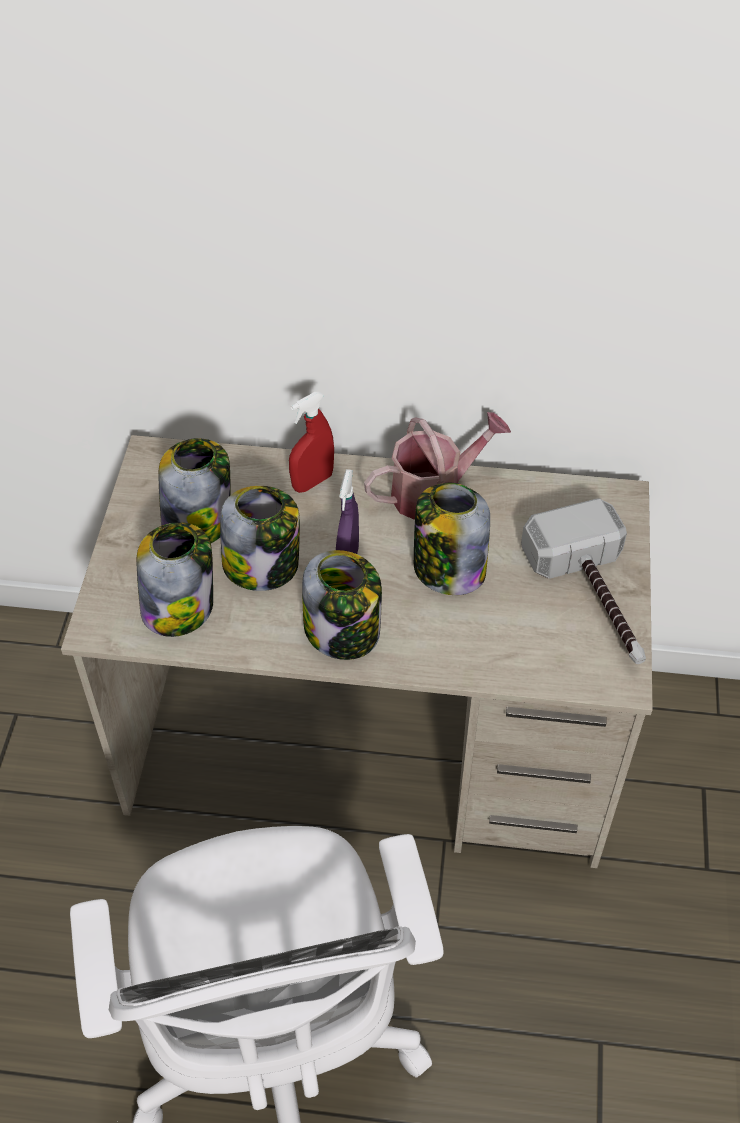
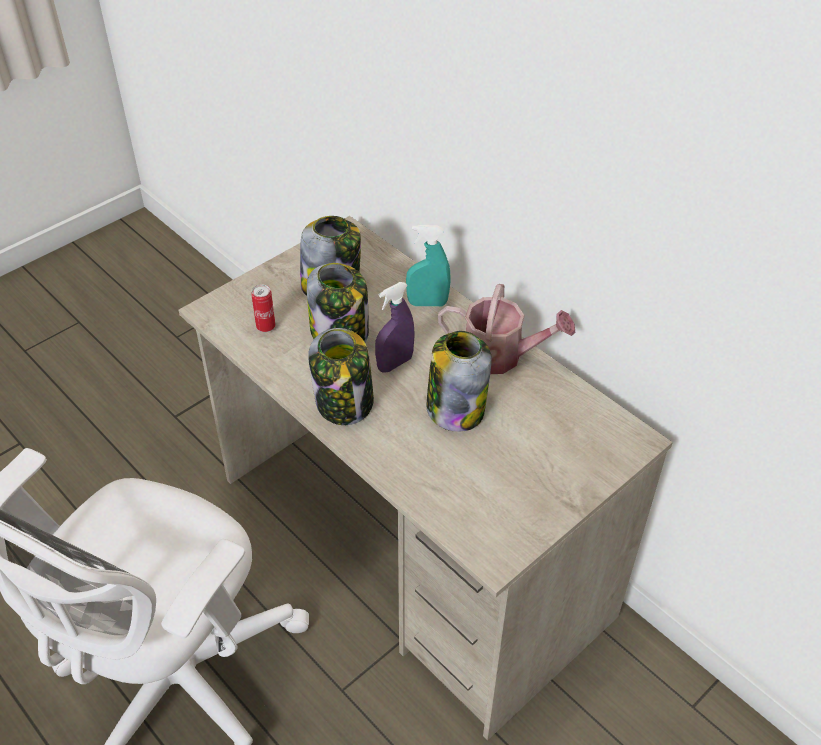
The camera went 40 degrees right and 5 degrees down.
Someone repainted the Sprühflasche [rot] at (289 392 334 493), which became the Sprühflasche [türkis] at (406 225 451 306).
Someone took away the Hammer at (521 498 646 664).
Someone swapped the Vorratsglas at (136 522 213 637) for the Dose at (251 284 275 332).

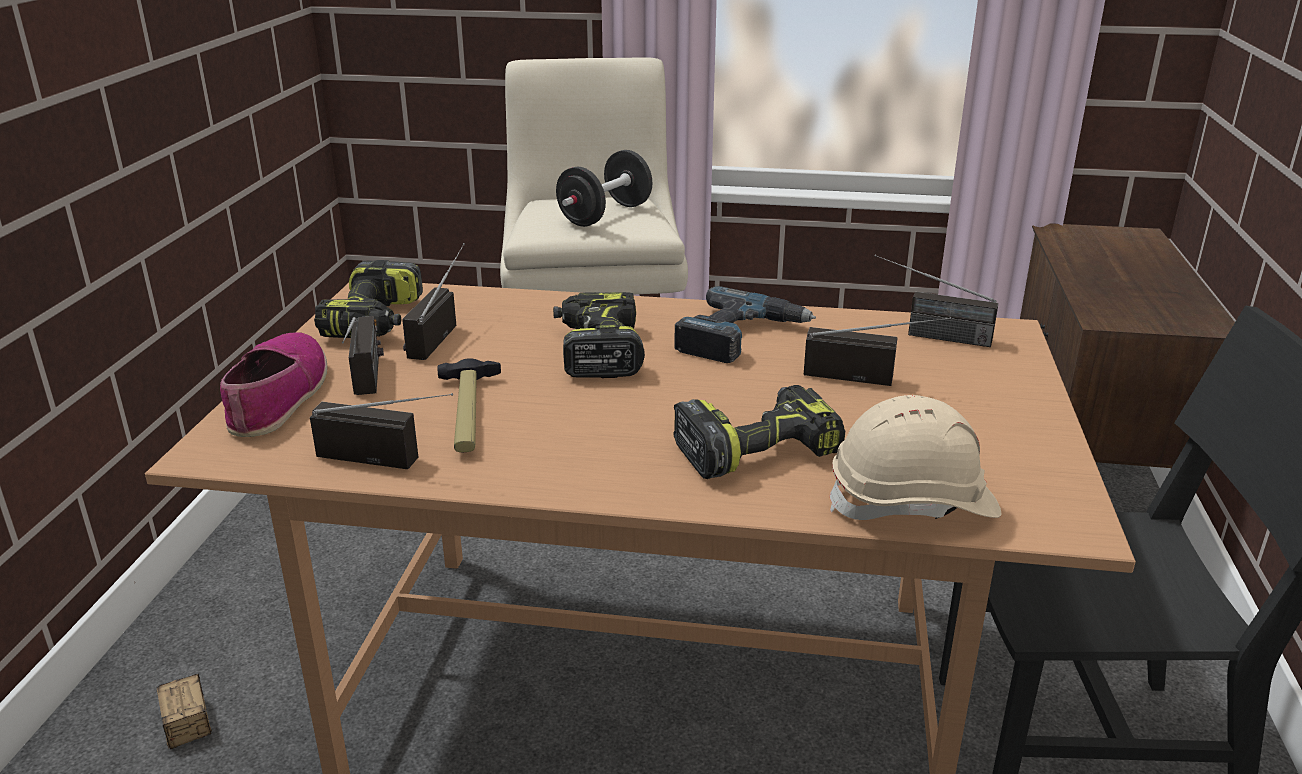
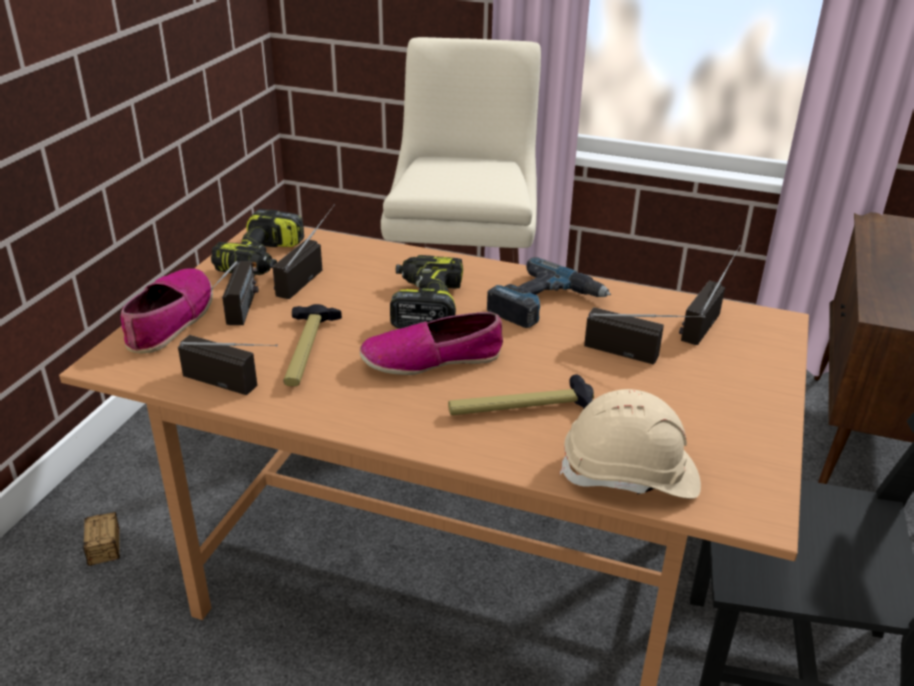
The camera went 10 degrees right and 5 degrees up.
Someone took away the Hantel [schwarz] at (556 150 652 227).
Someone rotated the Radio at (875 255 998 347) by 90 degrees clockwise.
Someone swapped the Bohrmaschine at (673 385 845 479) for the Hammer at (448 374 594 415).
Someone put down the Schuh at (360 312 503 375).

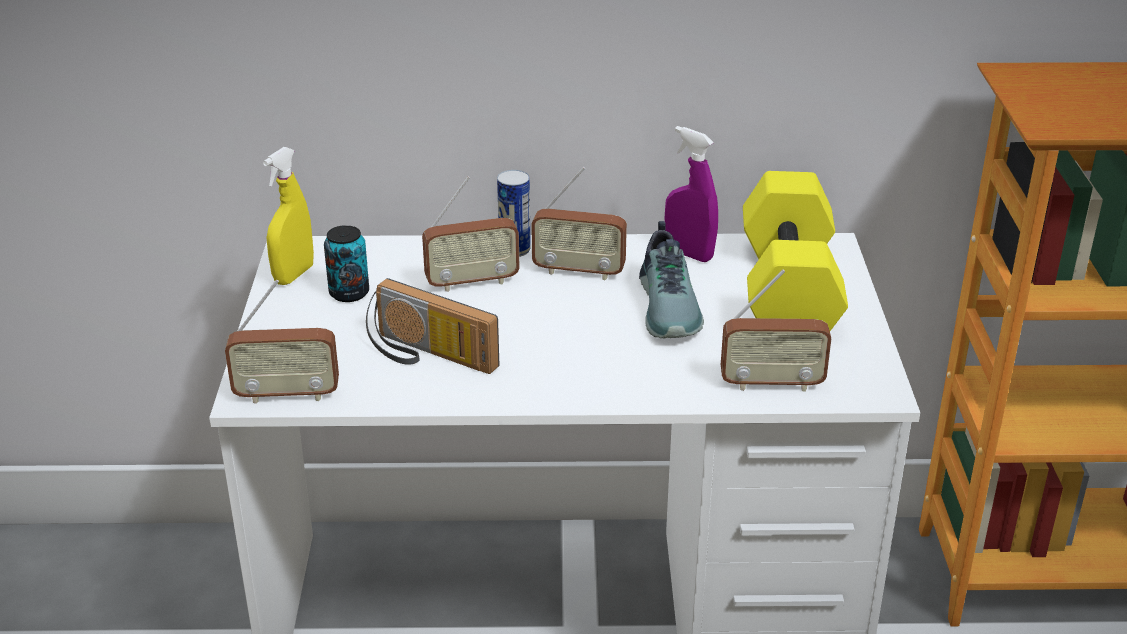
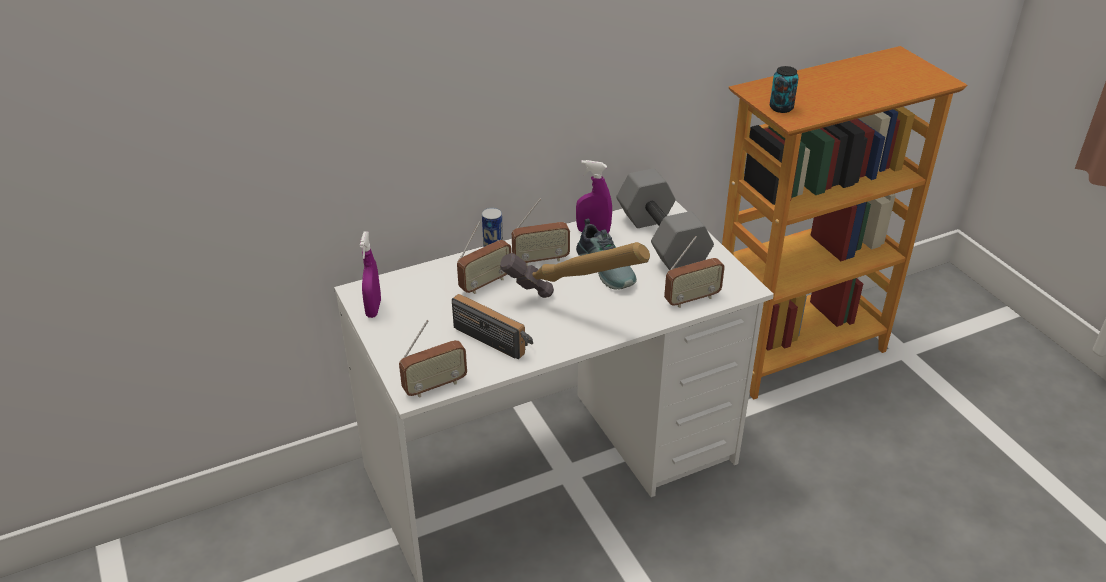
The camera went 25 degrees left and 5 degrees up.
Someone repainted the Sprühflasche [gelb] at (263 147 314 285), which became the Sprühflasche [lila] at (360 231 381 318).
Someone repainted the Hantel [gelb] at (743 171 848 331), which became the Hantel [grau] at (616 168 714 270).
Someone carried the Dose from (324 225 369 302) to (770 66 799 113).
Someone rotated the Radio at (366 278 499 374) by 150 degrees counterclockwise.
Someone put down the Hammer at (500 242 650 298).

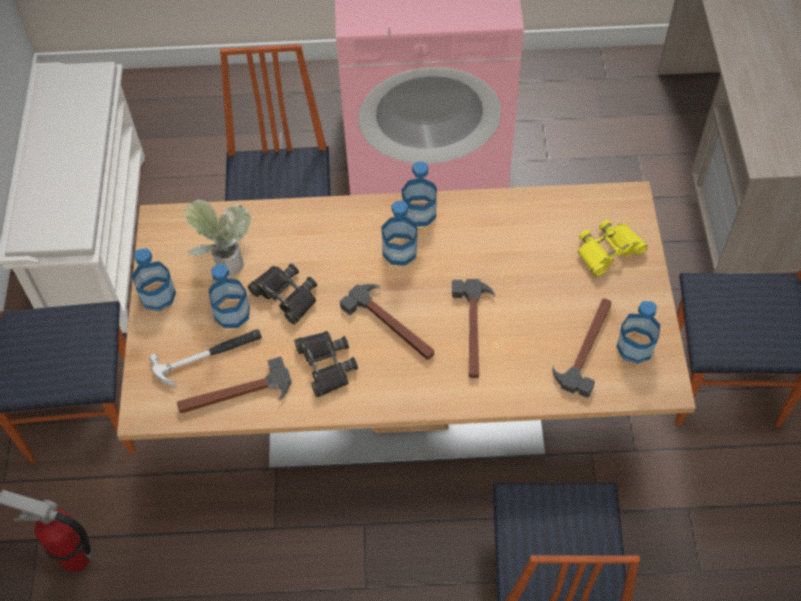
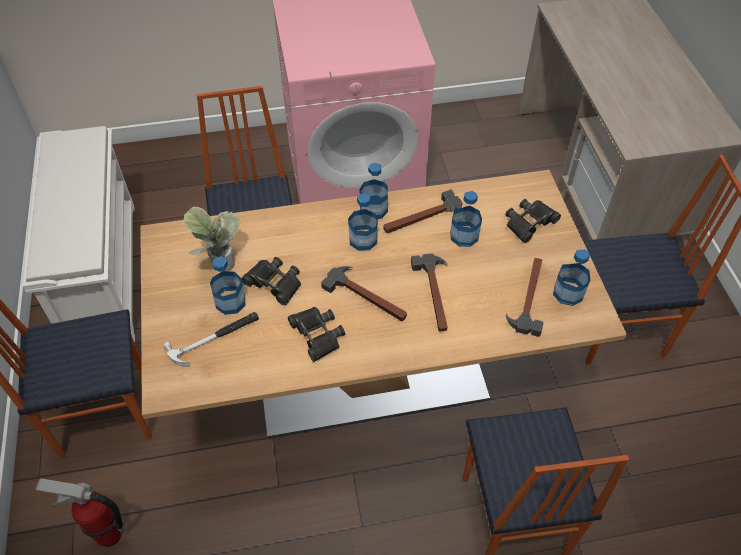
The camera went 10 degrees left and 5 degrees down.
Someone repainted the Fernglas [gelb] at (578 220 648 277), which became the Fernglas [schwarz] at (505 199 561 243).
Someone carried the Flasche from (132 248 176 311) to (451 191 482 247).
Someone carried the Hammer from (177 357 291 414) to (383 189 463 234).

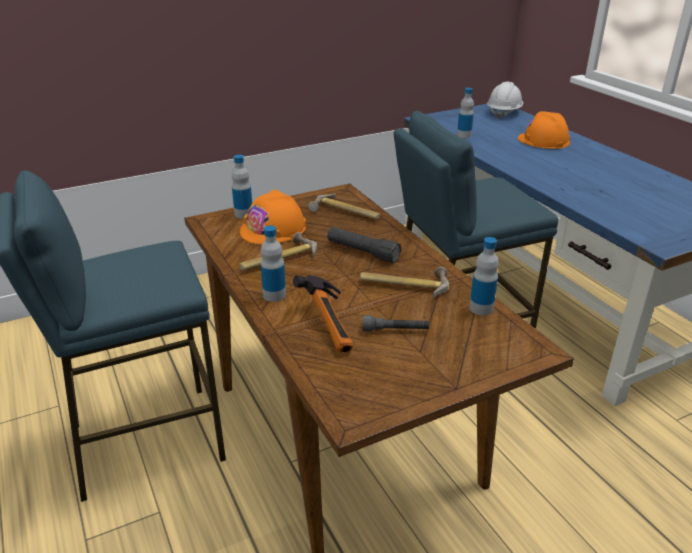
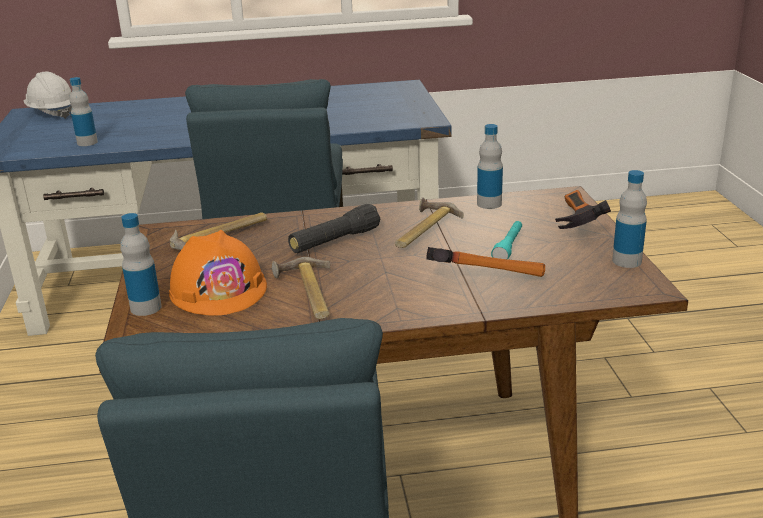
The camera went 70 degrees left and 5 degrees down.
Someone took away the Schutzhelm [orange] at (518 111 570 149).
Someone carried the Flasche from (261 225 286 302) to (612 170 647 268).
Someone repainted the Taschenlampe [grau] at (362 315 429 332), which became the Taschenlampe [türkis] at (491 221 522 259).
Someone put down the Hammer at (555 190 611 229).

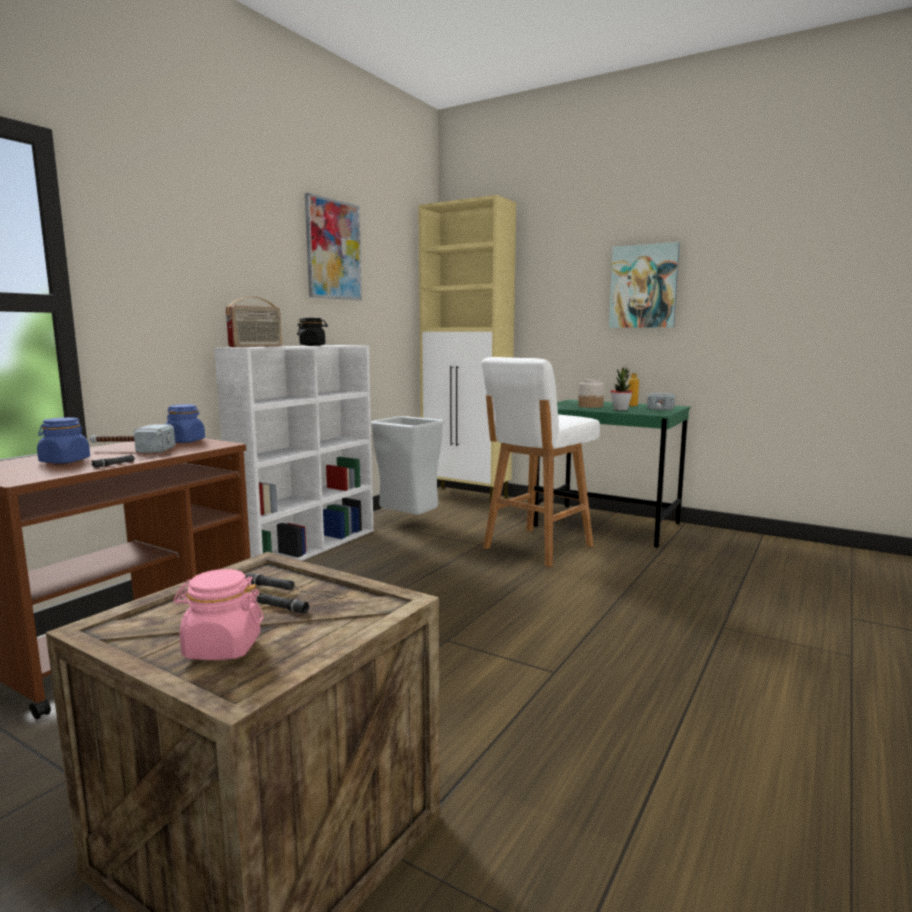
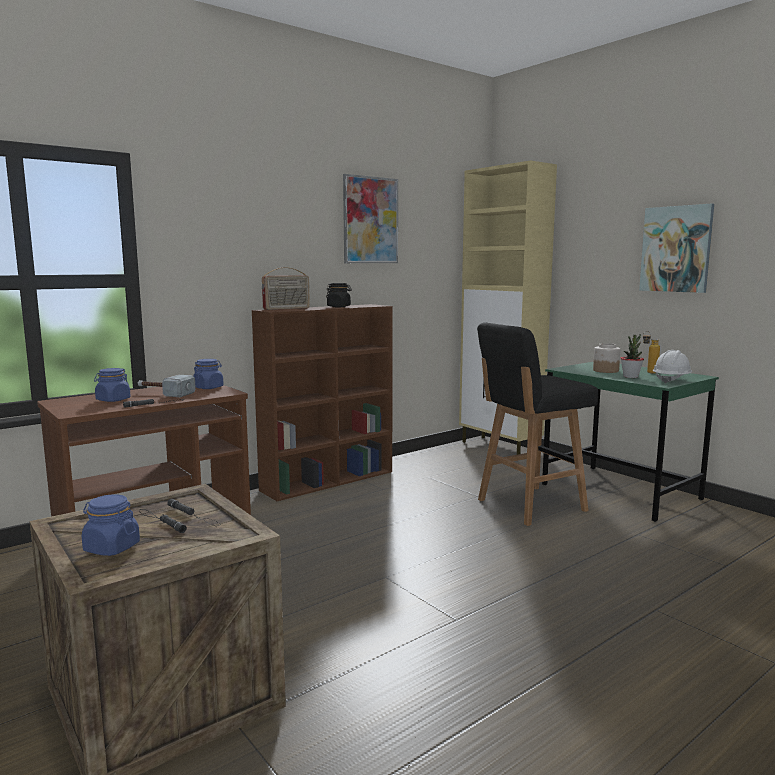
The camera went 20 degrees right and 0 degrees up.
Someone repainted the Bücherregal [weiß] at (214 345 374 561), which became the Bücherregal [braun] at (252 304 393 501).
Someone repainted the Hocker [weiß] at (481 357 600 567), which became the Hocker [schwarz] at (477 323 598 526).
Someone swapped the Hammer at (647 393 675 410) for the Schutzhelm [weiß] at (653 350 692 384).
Someone took away the Mülleimer [grau] at (371 416 444 515).
Someone repainted the Vorratsglas [rosa] at (173 569 264 660), which became the Vorratsglas [blau] at (82 494 140 556).

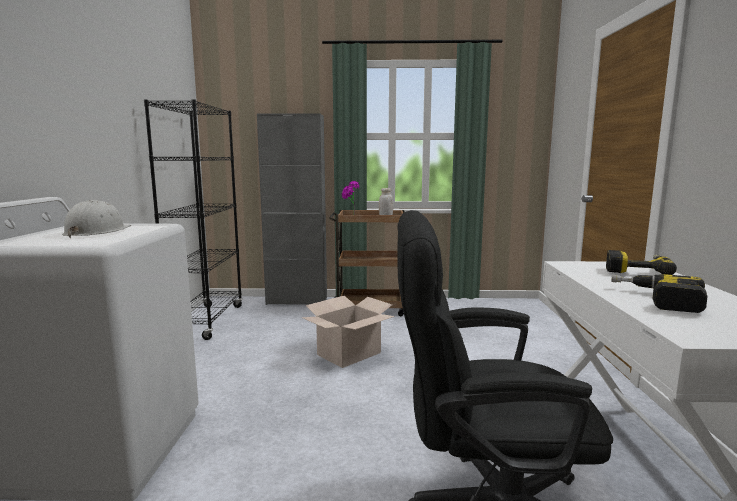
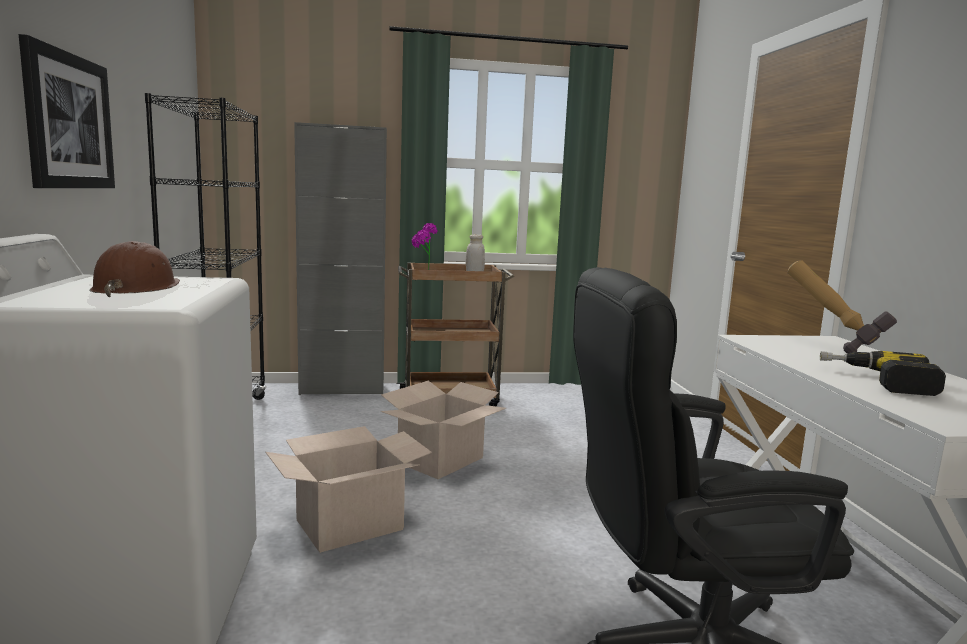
The camera went 10 degrees left and 0 degrees up.
Someone repainted the Schutzhelm [weiß] at (62 200 131 239), which became the Schutzhelm [braun] at (89 241 180 297).
Someone swapped the Bohrmaschine at (606 250 677 275) for the Hammer at (788 260 897 354).
Someone put up the Bild at (19 34 115 188).
Someone put down the Karton at (265 426 432 553).

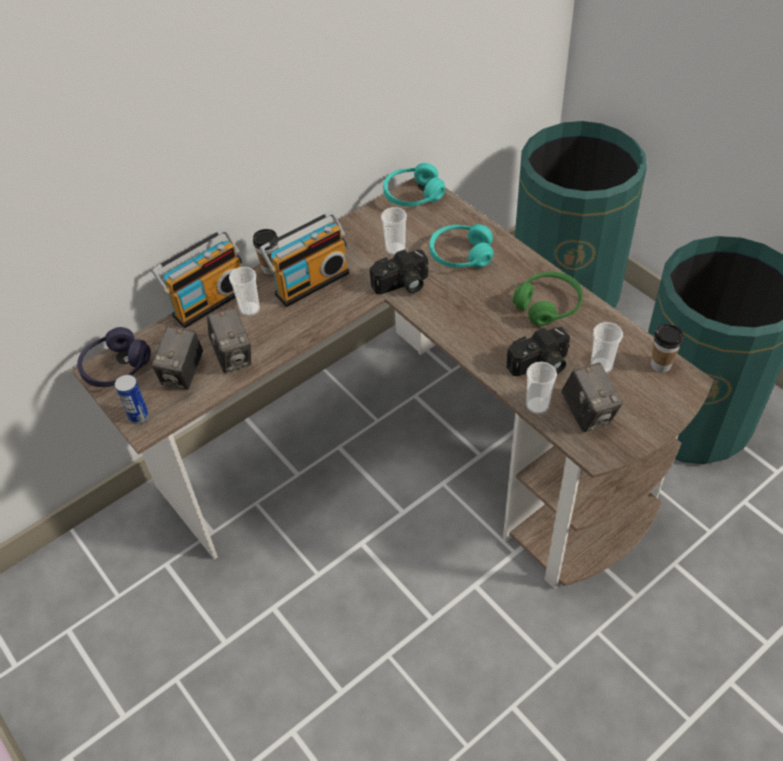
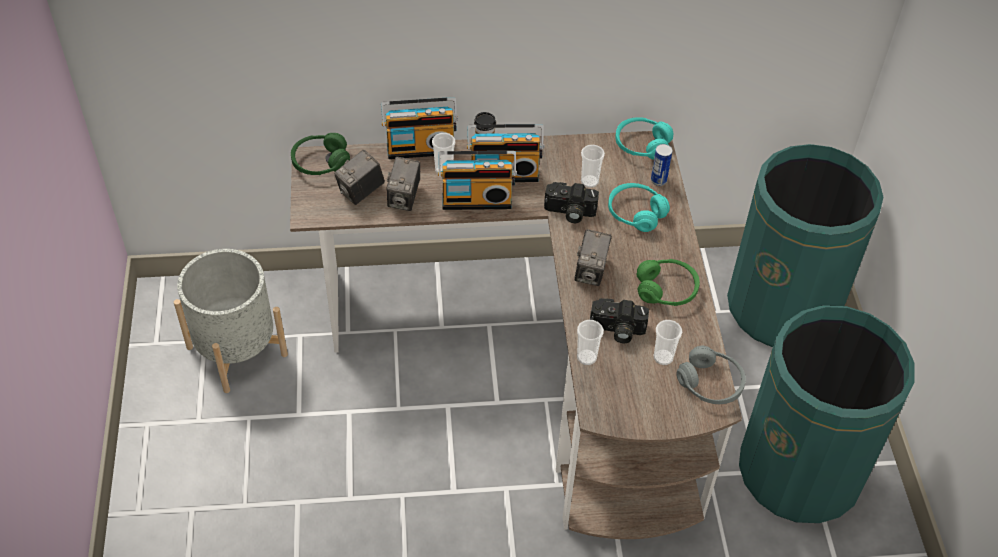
The camera went 30 degrees right and 0 degrees up.
Someone swapped the Tasse at (651 324 684 373) for the Kopfhörer [grau] at (676 346 746 404).
Someone repainted the Kopfhörer [lila] at (77 327 151 387), which became the Kopfhörer [grün] at (291 133 350 175).
Someone carried the Kamera from (561 363 623 432) to (574 229 612 286).
Someone carried the Dose from (115 375 149 424) to (651 144 673 186).
Someone put down the Radio at (438 151 517 210).
Someone put down the Pflanzkübel [grau] at (174 249 288 393).

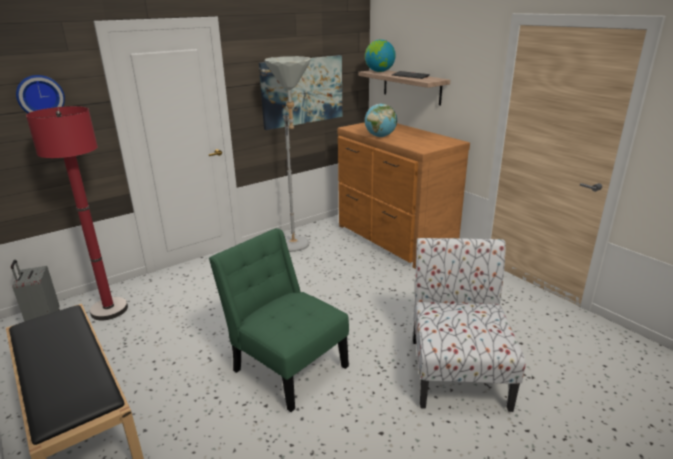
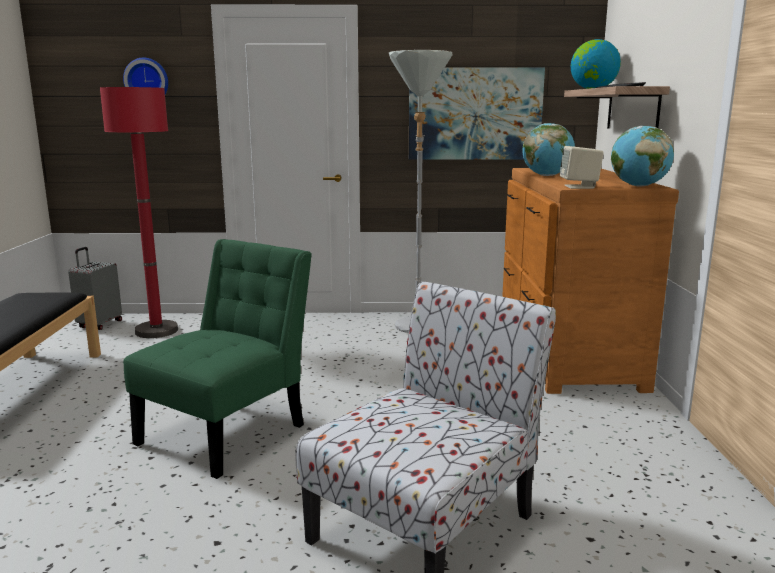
The camera went 35 degrees right and 10 degrees down.
Someone rotated the Stuhl [grün] at (209 228 349 412) by 45 degrees clockwise.
Someone put down the Globus at (611 126 674 187).
Someone put down the Lautsprecher [beige] at (560 146 604 189).

